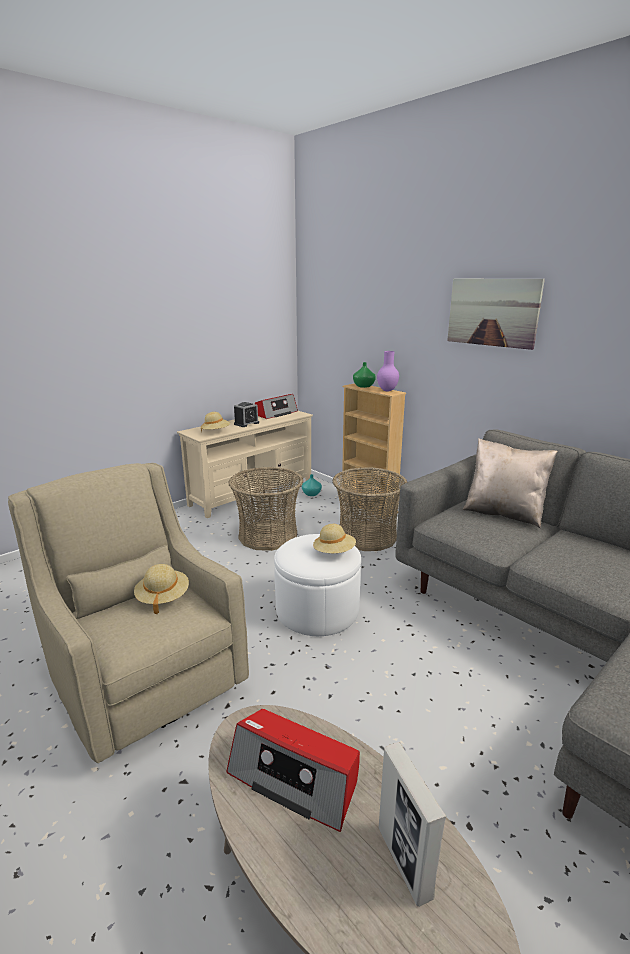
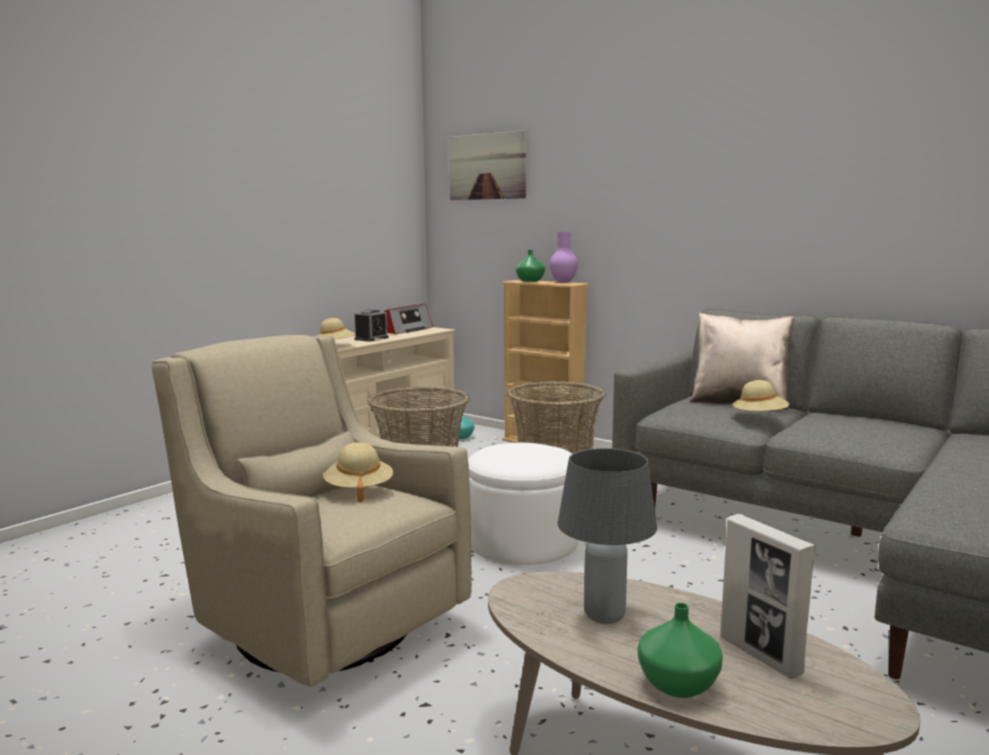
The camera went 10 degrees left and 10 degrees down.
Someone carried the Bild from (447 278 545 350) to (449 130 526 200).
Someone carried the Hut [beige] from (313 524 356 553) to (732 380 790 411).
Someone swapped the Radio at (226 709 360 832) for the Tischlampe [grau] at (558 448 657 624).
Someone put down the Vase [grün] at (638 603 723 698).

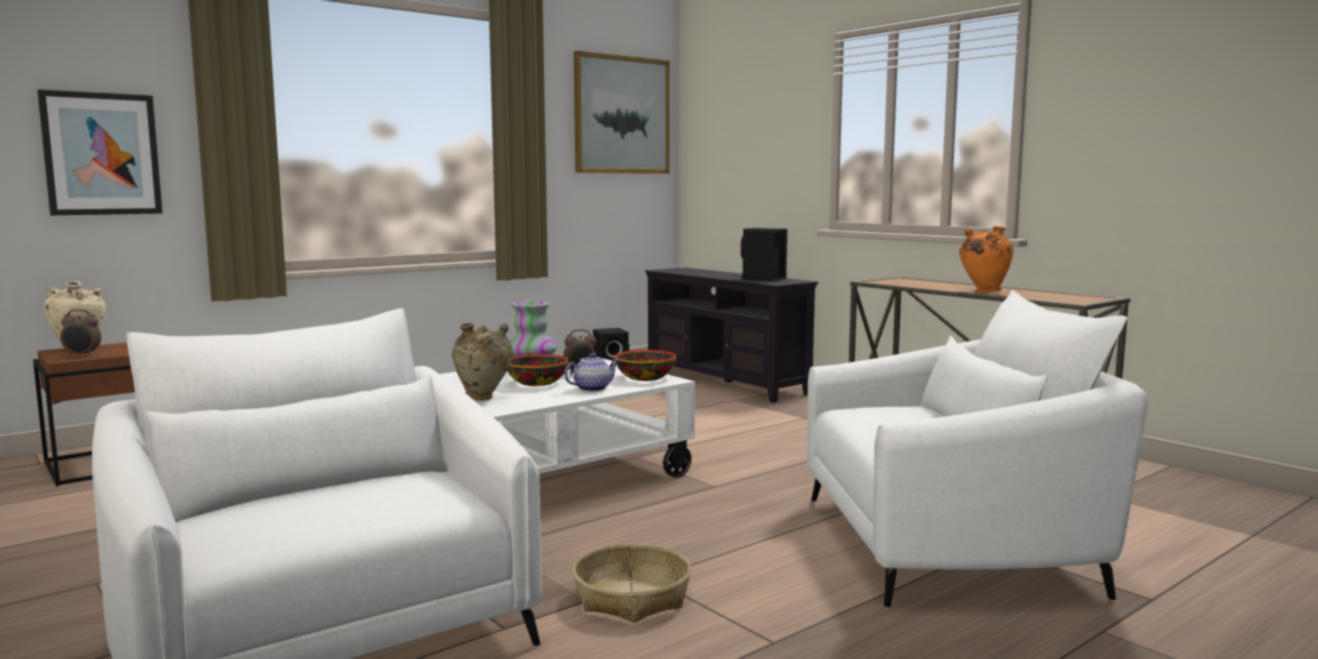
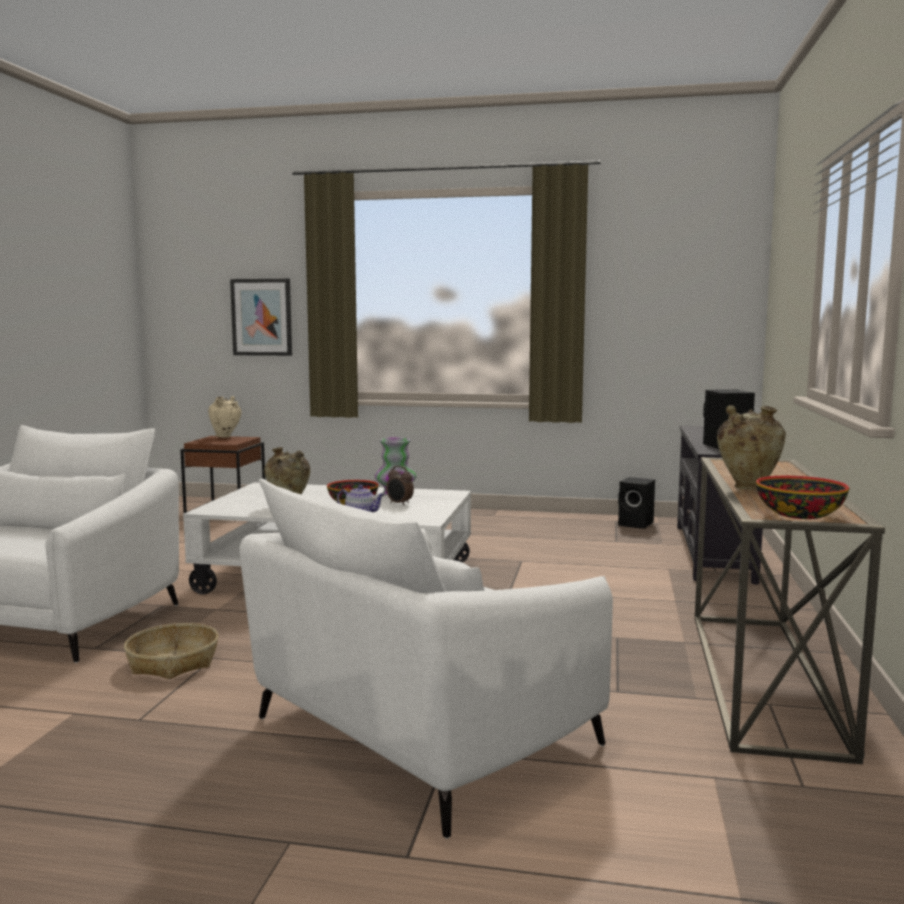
The camera went 50 degrees right and 0 degrees up.
Someone took away the Bild at (574 51 670 174).
Someone repainted the Vase [orange] at (959 226 1014 292), which became the Vase [beige] at (717 405 786 489).
Someone rotated the Sessel [weiß] at (807 290 1148 609) by 90 degrees clockwise.
Someone took away the Wecker at (60 309 101 357).
Someone carried the Schüssel from (615 350 677 381) to (756 476 849 519).

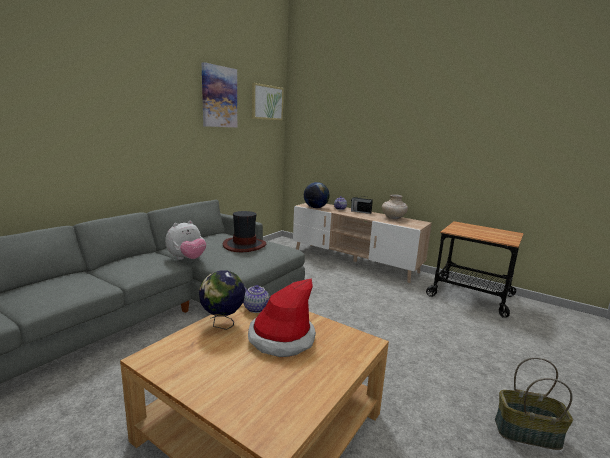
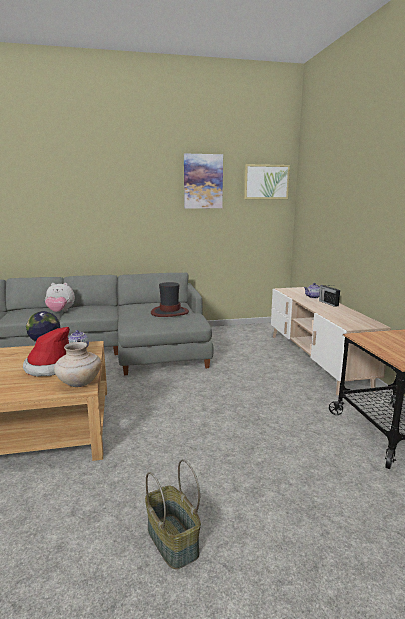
The camera went 45 degrees right and 0 degrees up.
Someone took away the Globus at (304 182 330 208).
Someone carried the Vase [beige] from (382 194 408 219) to (54 342 102 387).
Someone carried the Plüschtier from (165 220 206 260) to (45 283 75 312).

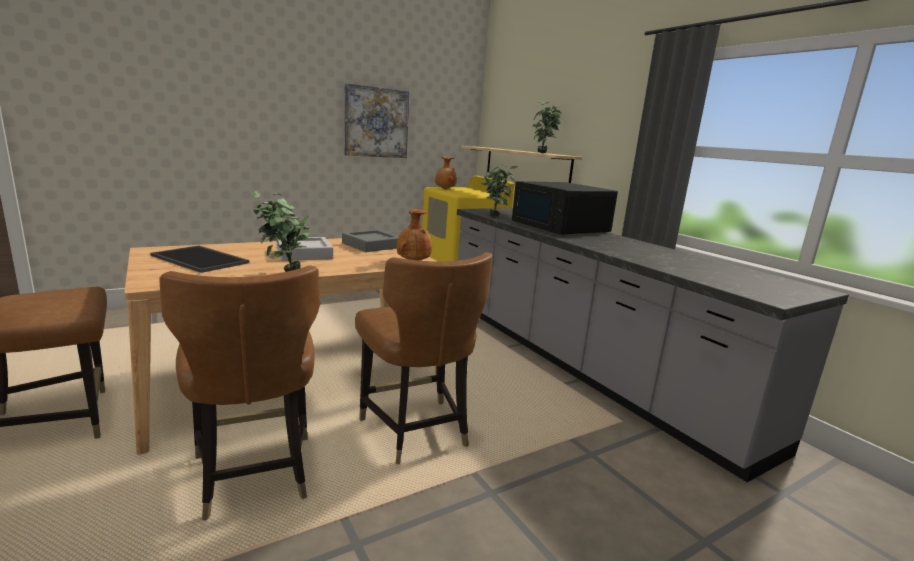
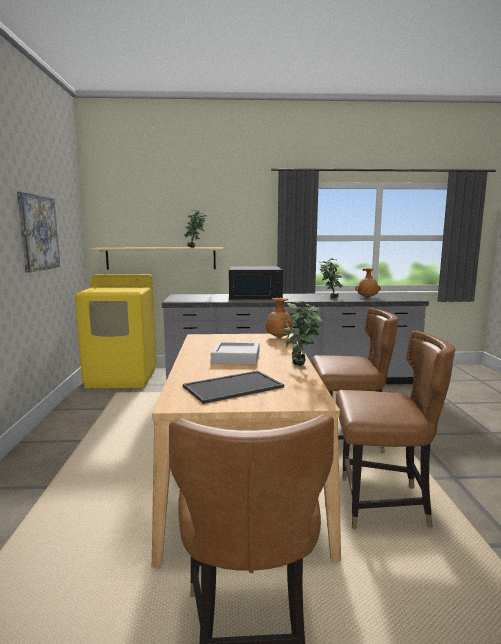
The camera went 60 degrees left and 5 degrees down.
Someone carried the Vase [braun] from (435 157 457 189) to (355 268 381 298).
Someone carried the Topfpflanze from (480 164 518 217) to (320 258 344 299).
Someone took away the Tablett [grau] at (342 230 399 252).

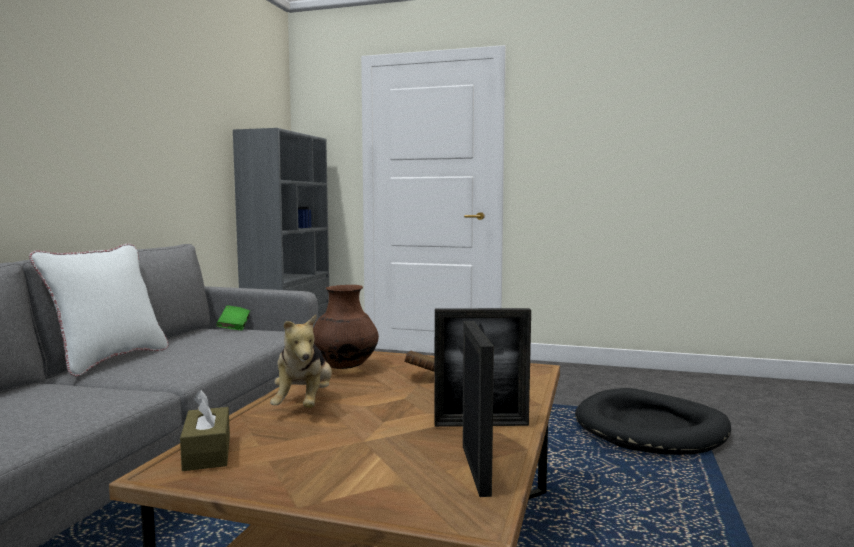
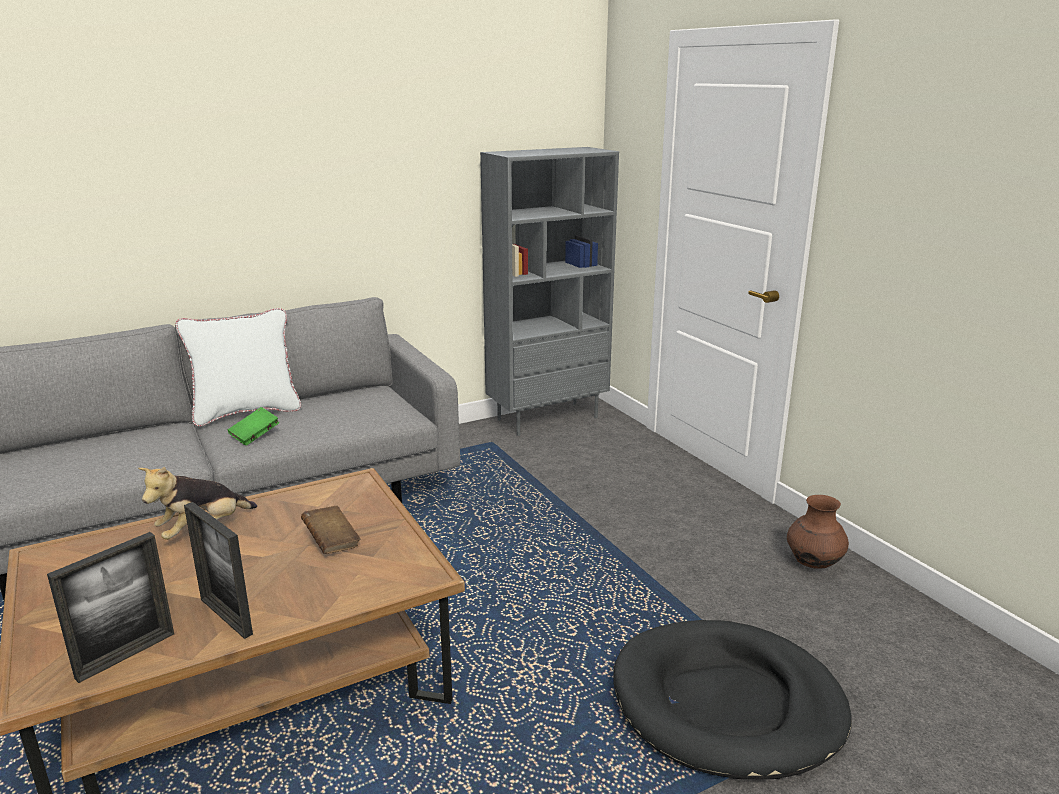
The camera went 45 degrees right and 15 degrees up.
Someone carried the Vase [braun] from (313 285 379 369) to (787 495 849 569).
Someone carried the Buch [grün] from (216 306 250 330) to (228 407 279 446).
Someone took away the Taschentuchbox [braun] at (180 390 230 471).

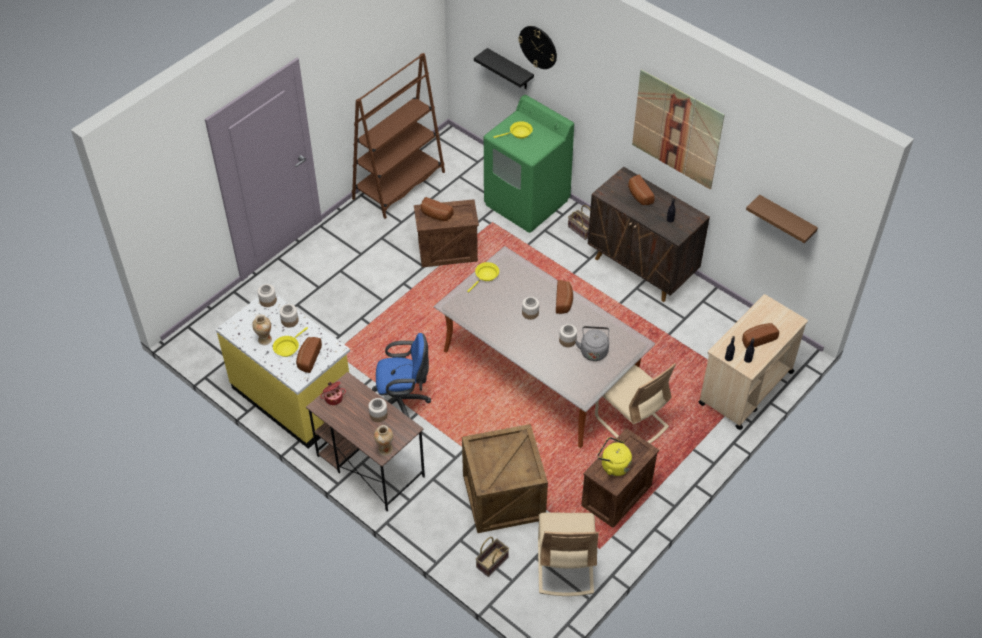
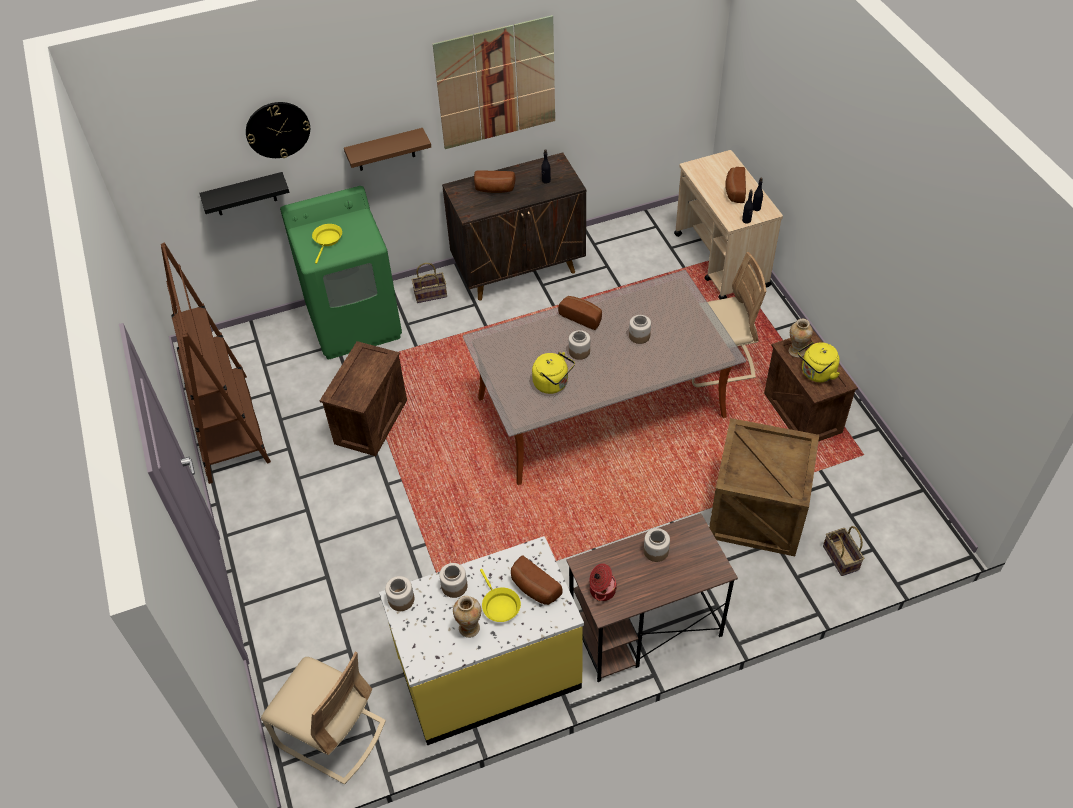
The camera went 60 degrees left and 0 degrees up.
Someone carried the Wandregal [braun] from (746 195 818 243) to (344 128 431 171).
Someone took away the Brot at (421 197 454 221).
Someone took away the Pfanne [gelb] at (467 262 499 292).
Someone took away the Wasserkessel [grau] at (575 326 609 361).
Someone took away the Bürostuhl [blau] at (372 333 431 417).
Someone carried the Vase from (374 425 393 456) to (788 319 813 357).
Someone carried the Stuhl [beige] from (538 513 598 596) to (261 651 386 784).
Someone put down the Wasserkessel [gelb] at (532 352 575 394).

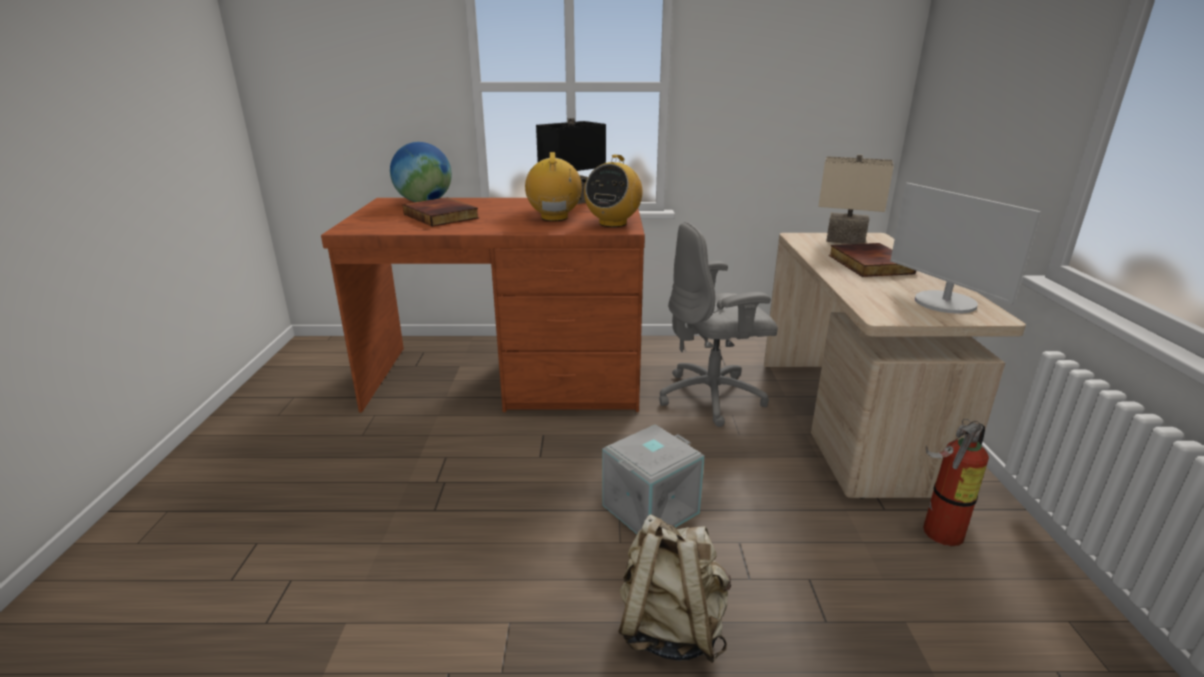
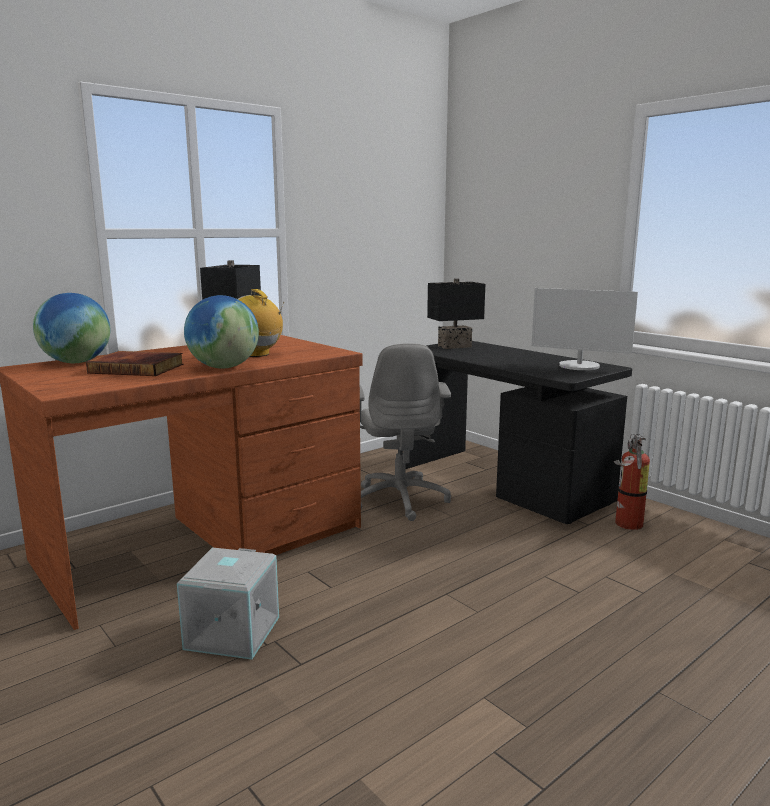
The camera went 40 degrees left and 10 degrees down.
Someone repainted the Tischlampe [beige] at (818 154 894 244), which became the Tischlampe [schwarz] at (427 278 485 349).
Someone took away the Radio at (584 155 643 227).
Someone rotated the Bürostuhl [grau] at (659 222 778 427) by 45 degrees counterclockwise.
Someone repainted the Schreibtisch [beige] at (764 233 1026 499), which became the Schreibtisch [schwarz] at (406 341 632 524).
Someone took away the Buch at (829 243 916 277).
Someone carried the Aufbewahrungsbox [grau] from (602 424 705 534) to (177 547 279 660).
Someone took away the Rucksack [beige] at (618 514 731 663).
Someone put down the Globus at (184 295 259 368).

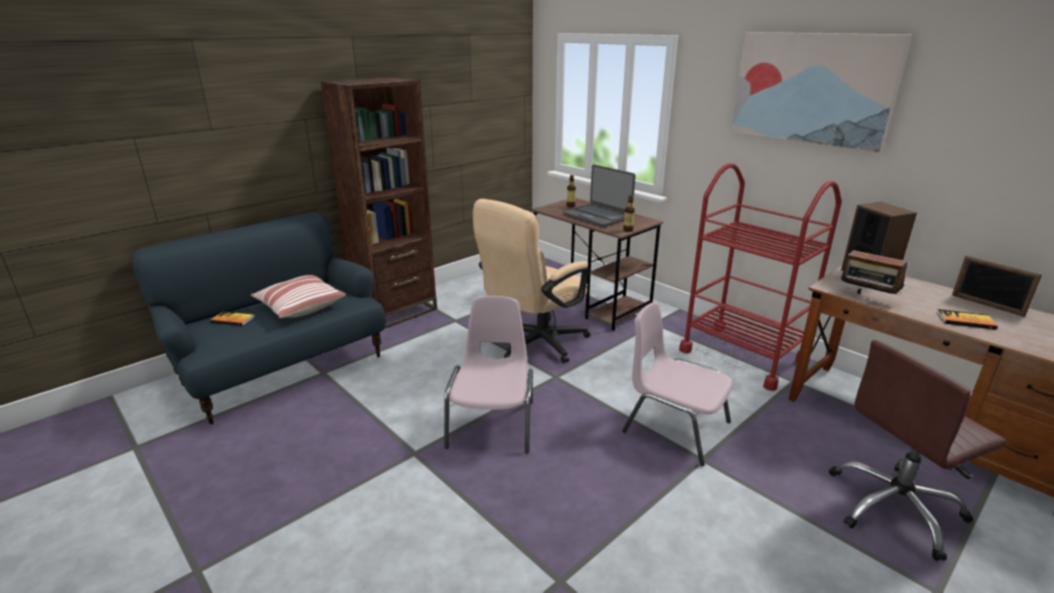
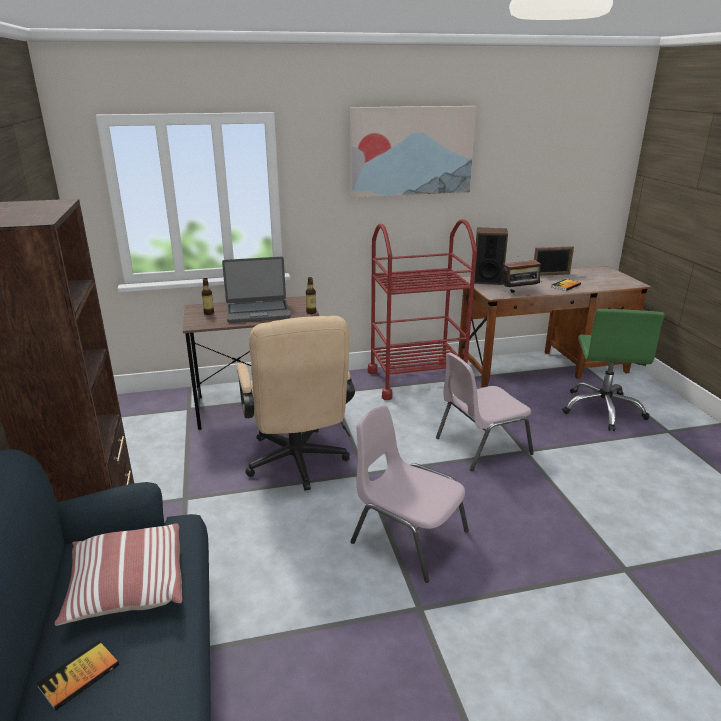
The camera went 60 degrees left and 0 degrees up.
Someone repainted the Bürostuhl [braun] at (829 340 1007 561), which became the Bürostuhl [grün] at (562 309 665 431).

